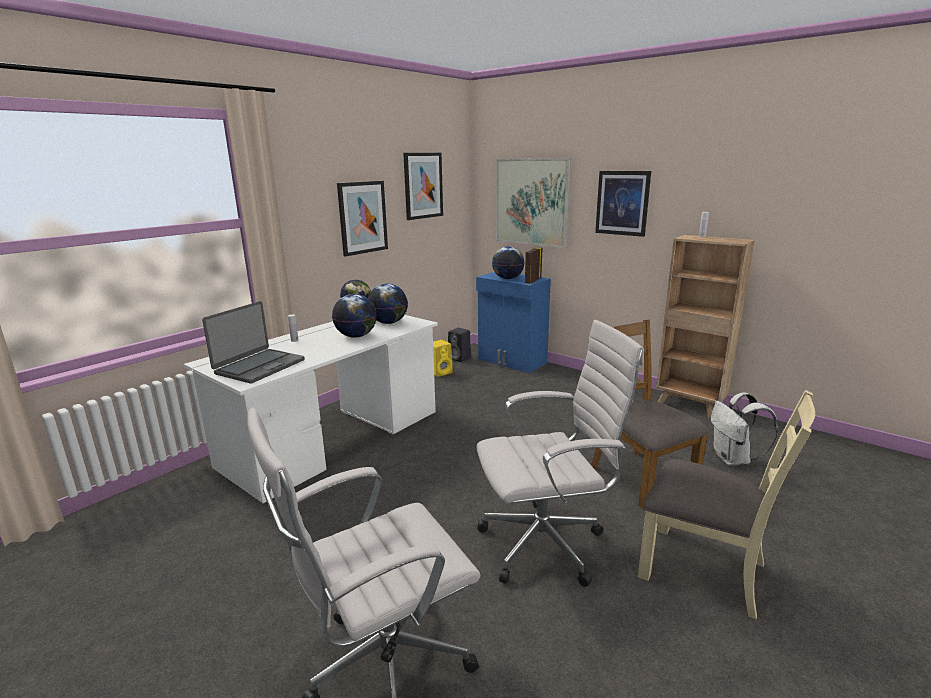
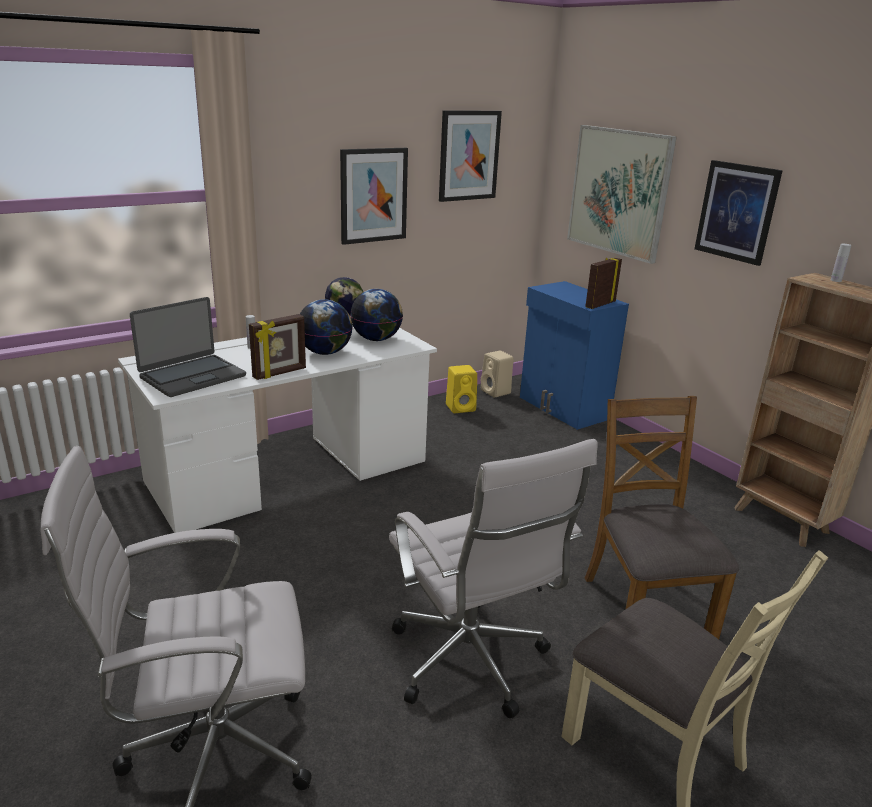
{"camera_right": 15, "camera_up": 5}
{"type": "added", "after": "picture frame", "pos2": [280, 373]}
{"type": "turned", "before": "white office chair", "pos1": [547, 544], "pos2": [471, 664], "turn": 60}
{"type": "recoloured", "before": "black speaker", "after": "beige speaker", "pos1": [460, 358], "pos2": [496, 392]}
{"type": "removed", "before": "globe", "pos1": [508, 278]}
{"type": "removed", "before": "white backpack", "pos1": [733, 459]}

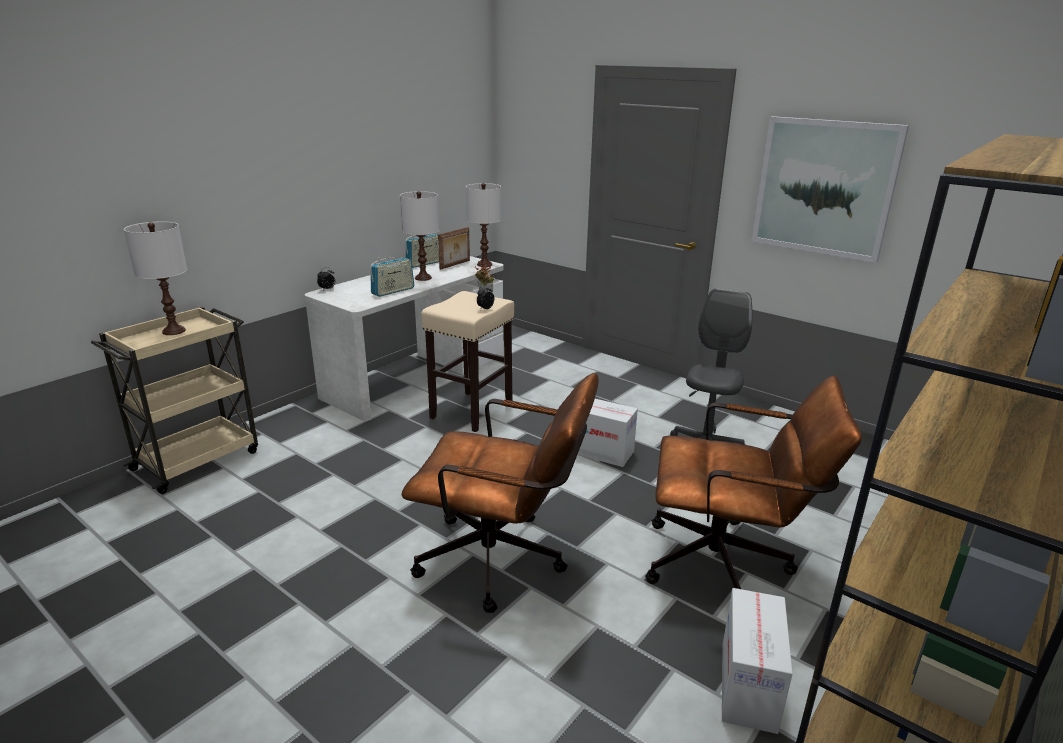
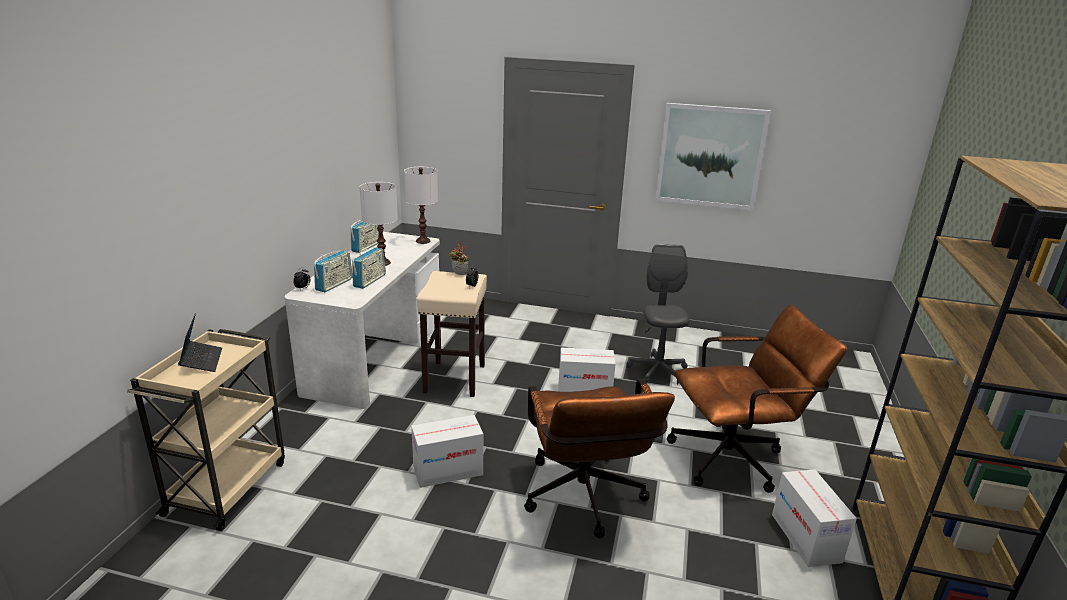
{"camera_right": -25, "camera_up": 0}
{"type": "replaced", "before": "white table lamp", "after": "laptop", "pos1": [174, 331], "pos2": [202, 361]}
{"type": "added", "after": "radio", "pos2": [334, 284]}
{"type": "added", "after": "cardboard box", "pos2": [448, 470]}
{"type": "turned", "before": "brown office chair", "pos1": [503, 562], "pos2": [585, 501], "turn": 90}
{"type": "removed", "before": "picture frame", "pos1": [455, 265]}

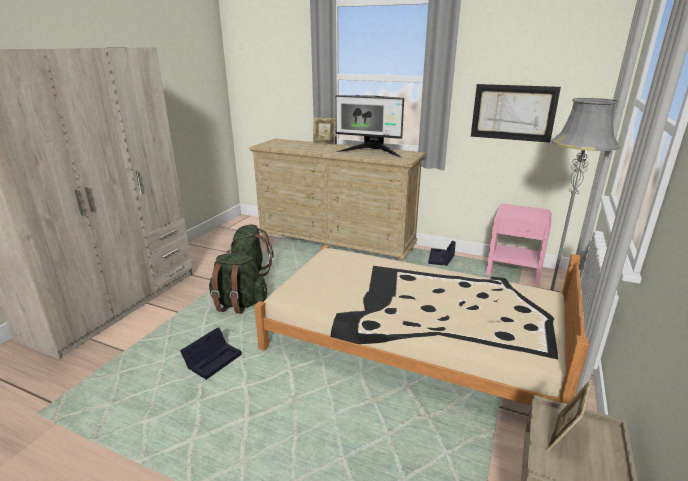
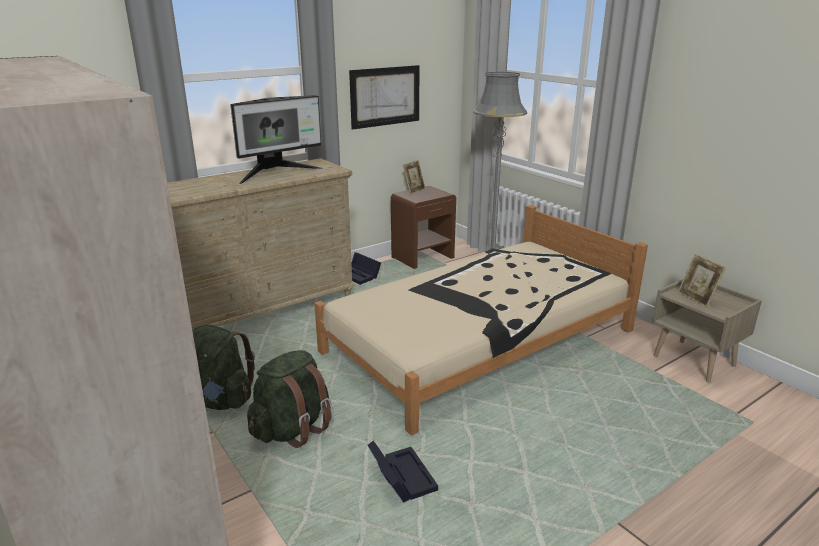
{"camera_right": -60, "camera_up": 0}
{"type": "recoloured", "before": "pink nightstand", "after": "brown nightstand", "pos1": [513, 272], "pos2": [423, 257]}
{"type": "moved", "before": "picture frame", "pos1": [324, 144], "pos2": [414, 191]}

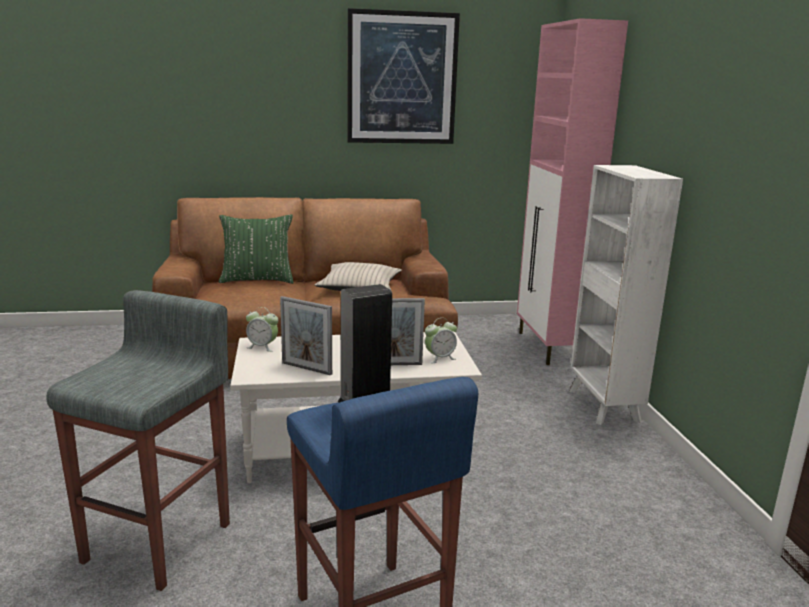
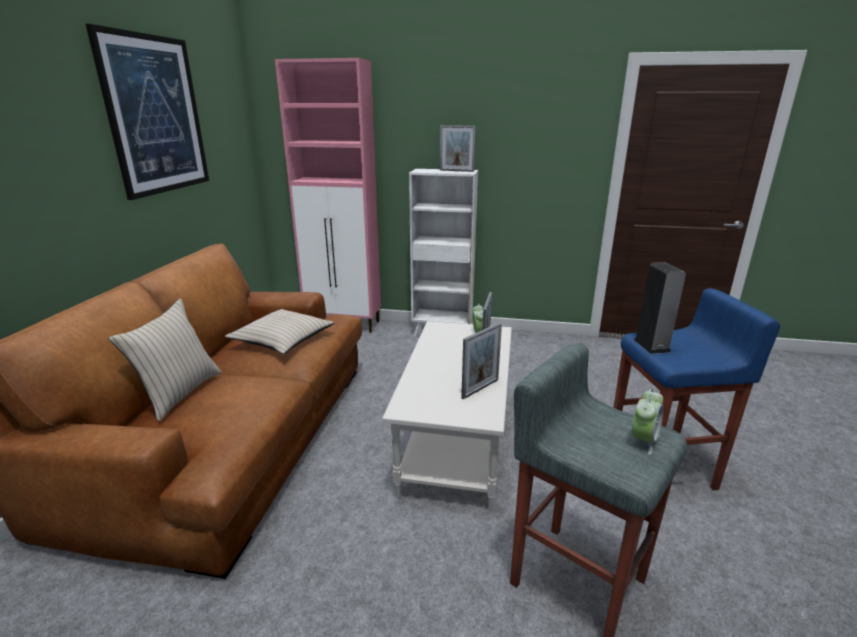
{"camera_right": -70, "camera_up": 5}
{"type": "recoloured", "before": "green pillow", "after": "beige pillow", "pos1": [257, 280], "pos2": [179, 393]}
{"type": "added", "after": "picture frame", "pos2": [456, 171]}
{"type": "moved", "before": "alarm clock", "pos1": [262, 347], "pos2": [643, 440]}

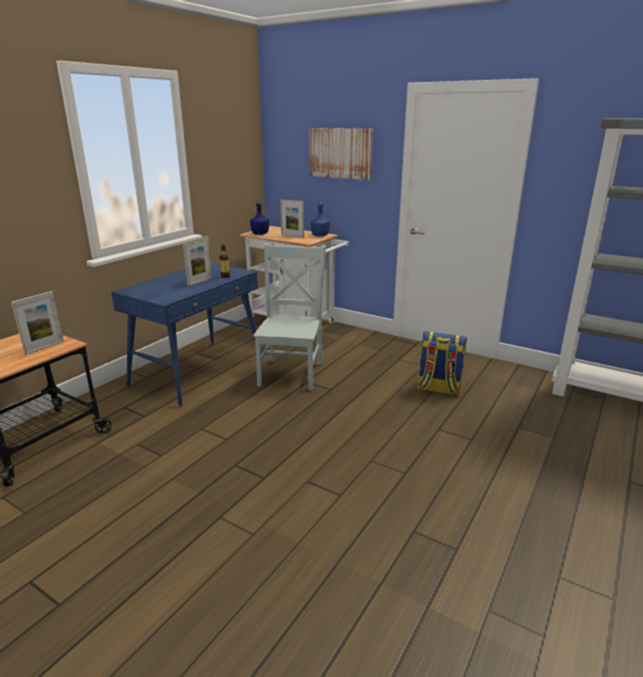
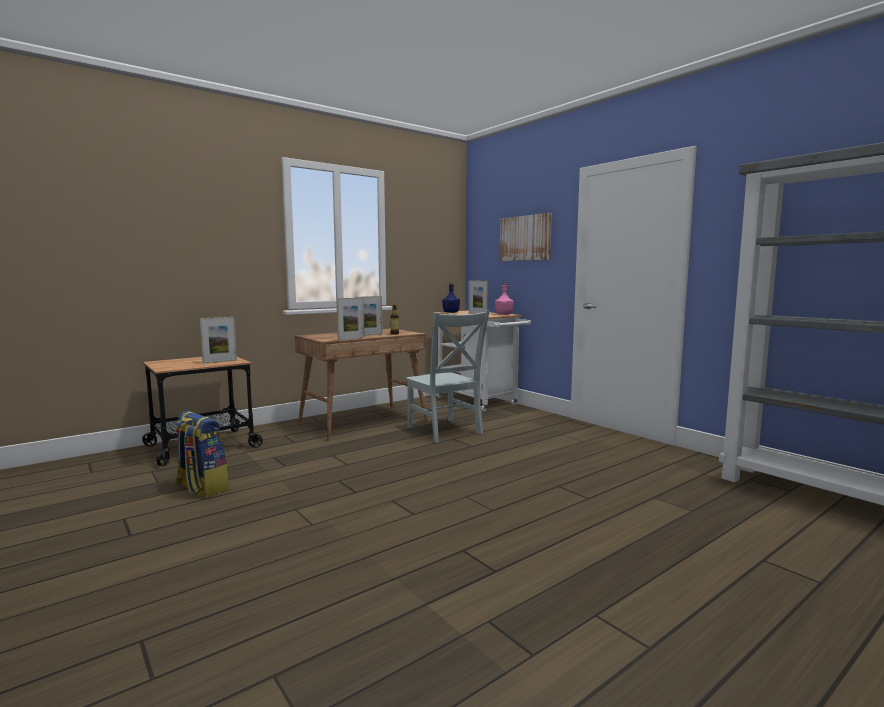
{"camera_right": 20, "camera_up": -15}
{"type": "moved", "before": "backpack", "pos1": [438, 389], "pos2": [201, 488]}
{"type": "recoloured", "before": "blue desk", "after": "brown desk", "pos1": [198, 371], "pos2": [364, 421]}
{"type": "added", "after": "picture frame", "pos2": [351, 339]}
{"type": "turned", "before": "grey chair", "pos1": [292, 372], "pos2": [445, 431], "turn": 120}
{"type": "recoloured", "before": "blue bottle", "after": "pink bottle", "pos1": [320, 235], "pos2": [503, 314]}

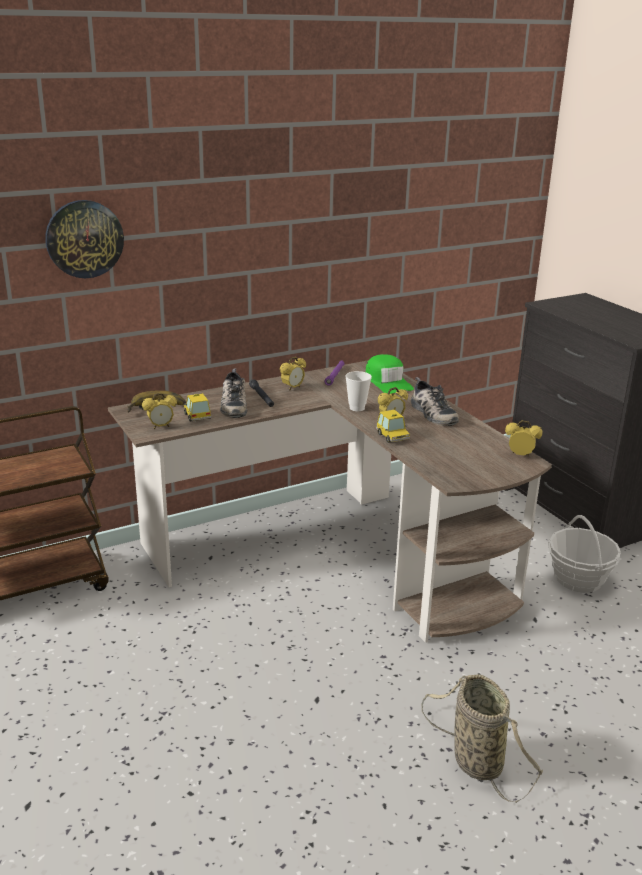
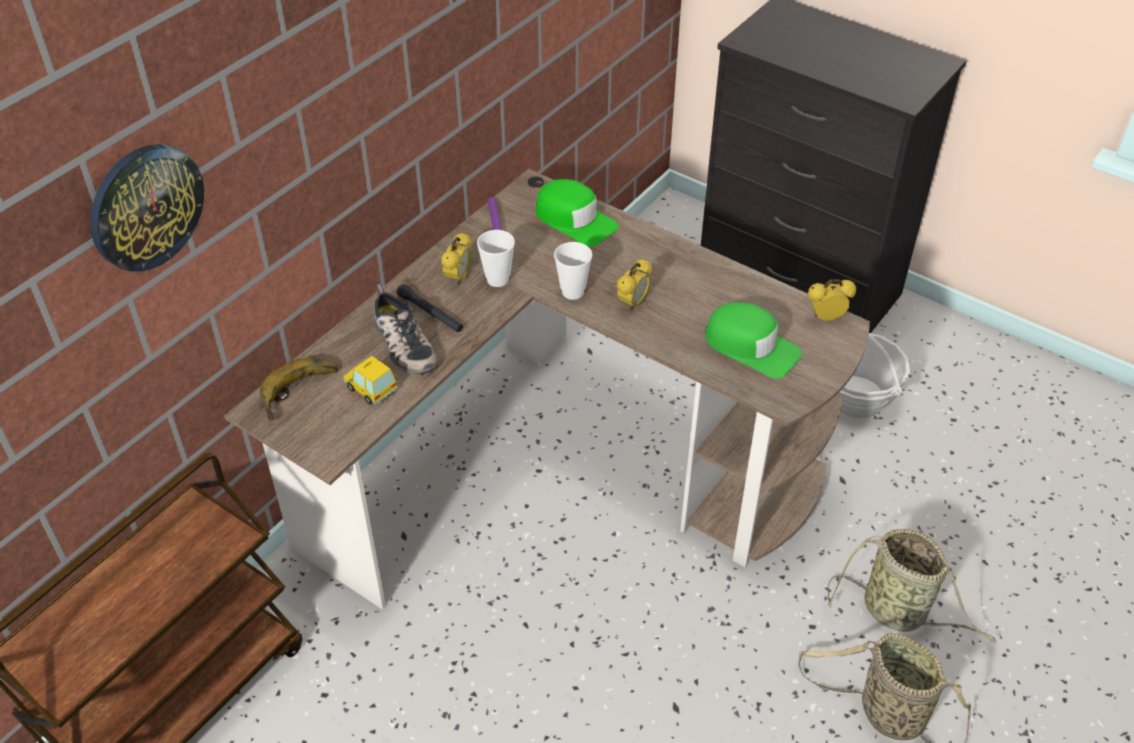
{"camera_right": -25, "camera_up": 20}
{"type": "added", "after": "cup", "pos2": [497, 279]}
{"type": "added", "after": "green cap", "pos2": [751, 347]}
{"type": "added", "after": "basket", "pos2": [898, 612]}
{"type": "removed", "before": "alarm clock", "pos1": [161, 427]}
{"type": "removed", "before": "toy car", "pos1": [392, 436]}
{"type": "removed", "before": "shoe", "pos1": [431, 413]}

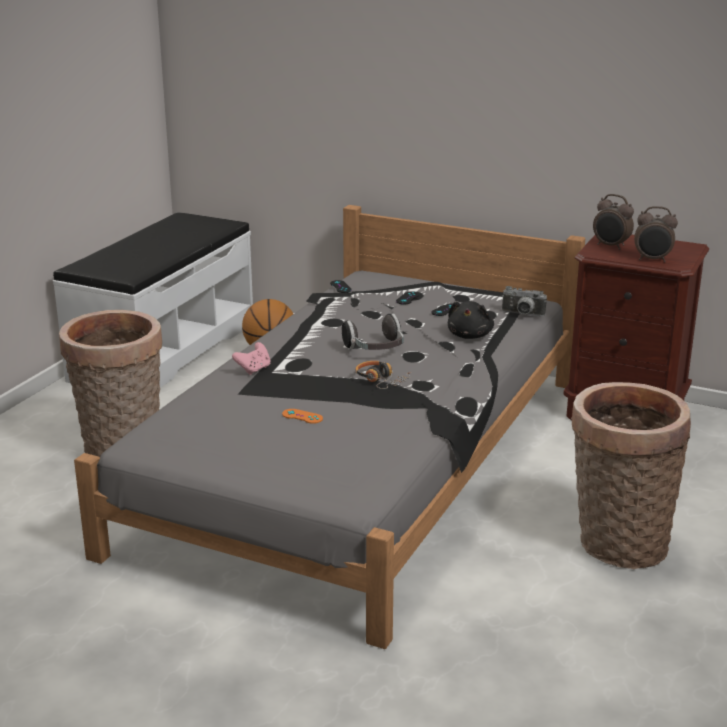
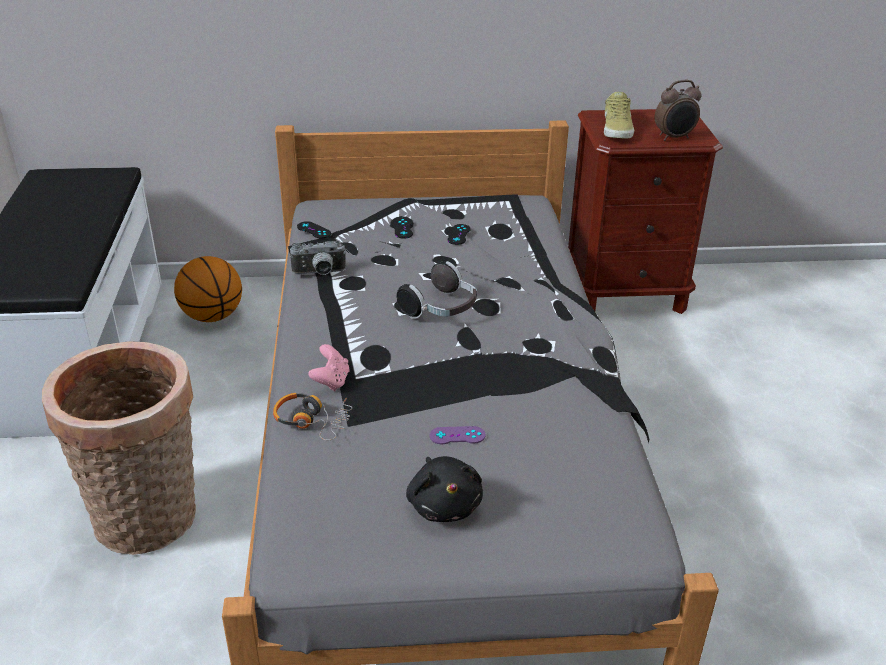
{"camera_right": -30, "camera_up": 10}
{"type": "moved", "before": "headphones", "pos1": [381, 380], "pos2": [312, 421]}
{"type": "moved", "before": "photo camera", "pos1": [522, 314], "pos2": [319, 273]}
{"type": "moved", "before": "black plush toy", "pos1": [470, 335], "pos2": [444, 504]}
{"type": "recoloured", "before": "orange game controller", "after": "purple game controller", "pos1": [302, 416], "pos2": [457, 435]}
{"type": "replaced", "before": "alarm clock", "after": "beige shoe", "pos1": [611, 246], "pos2": [618, 129]}
{"type": "removed", "before": "basket", "pos1": [617, 543]}

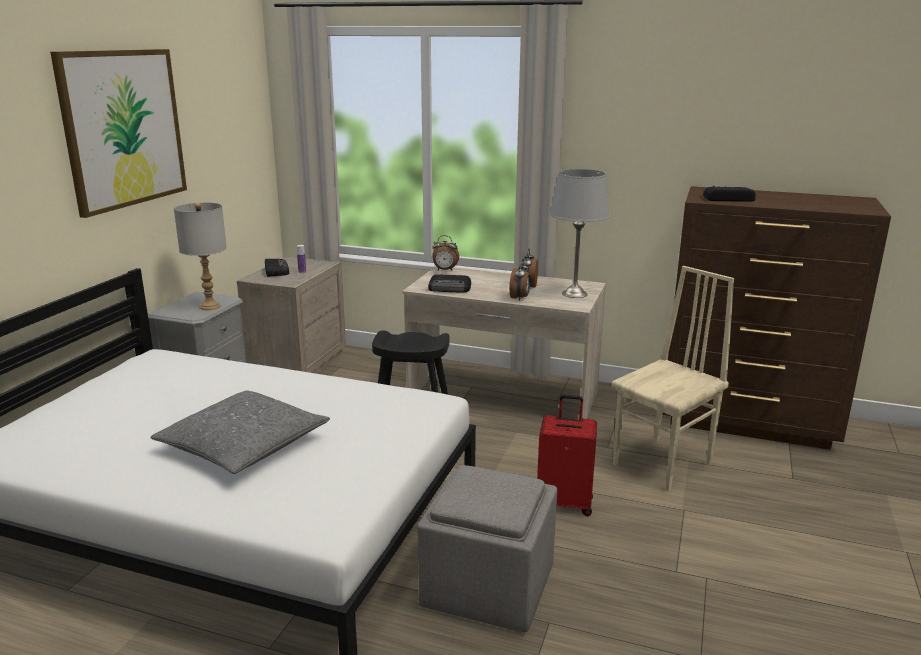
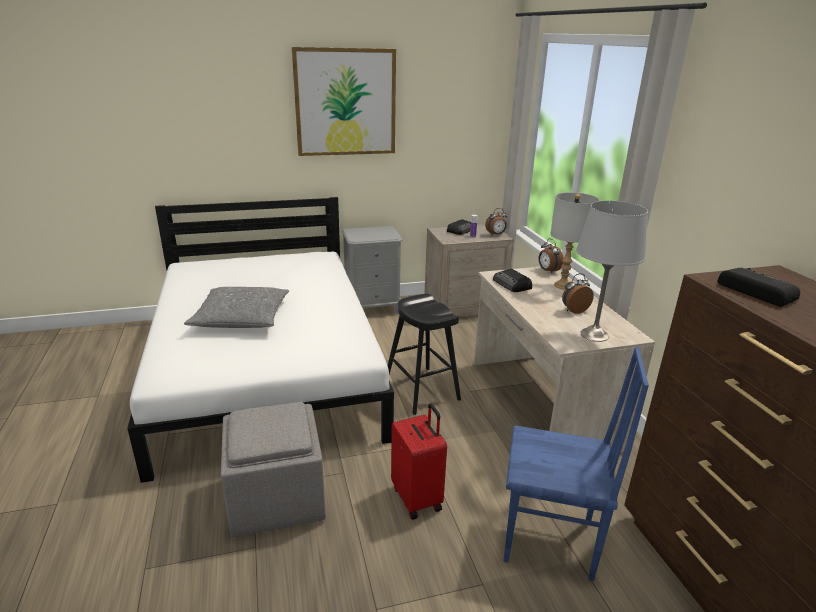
{"camera_right": 55, "camera_up": 5}
{"type": "moved", "before": "alarm clock", "pos1": [520, 298], "pos2": [496, 234]}
{"type": "recoloured", "before": "beige chair", "after": "blue chair", "pos1": [664, 464], "pos2": [549, 542]}
{"type": "moved", "before": "grey table lamp", "pos1": [210, 306], "pos2": [563, 286]}

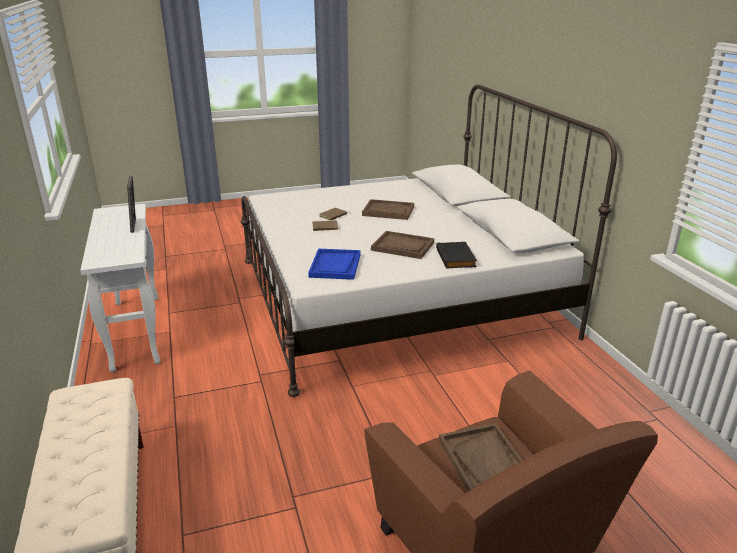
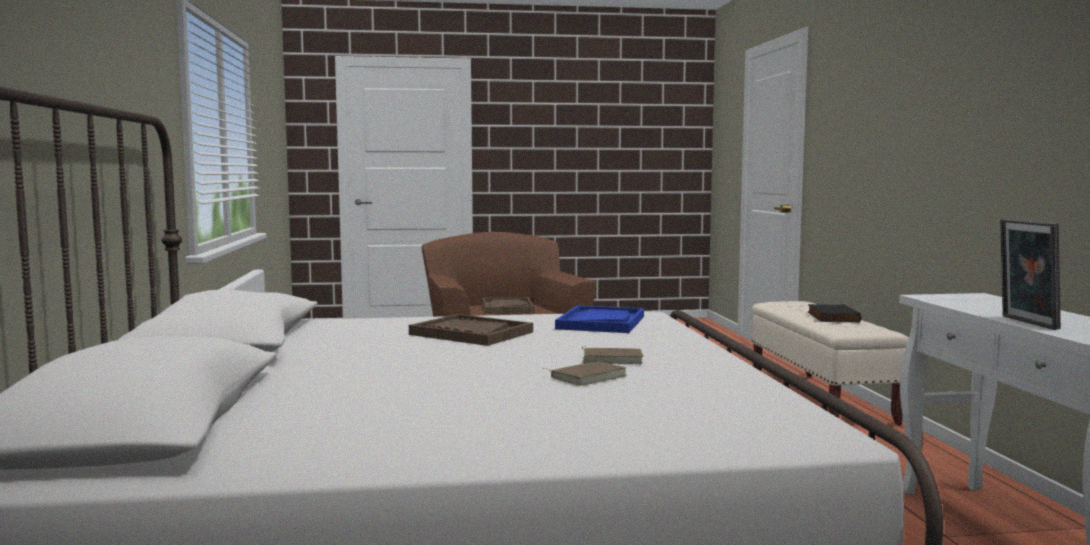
{"camera_right": -170, "camera_up": -20}
{"type": "moved", "before": "black book", "pos1": [457, 258], "pos2": [831, 317]}
{"type": "removed", "before": "brown tray", "pos1": [388, 211]}

